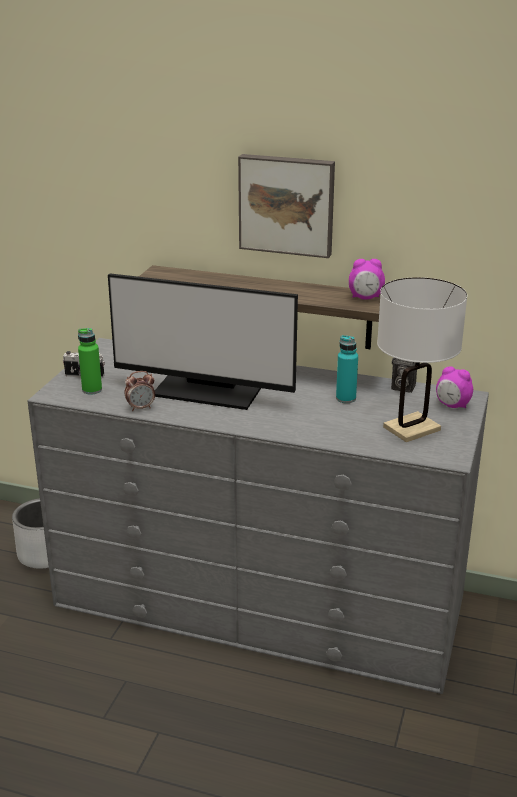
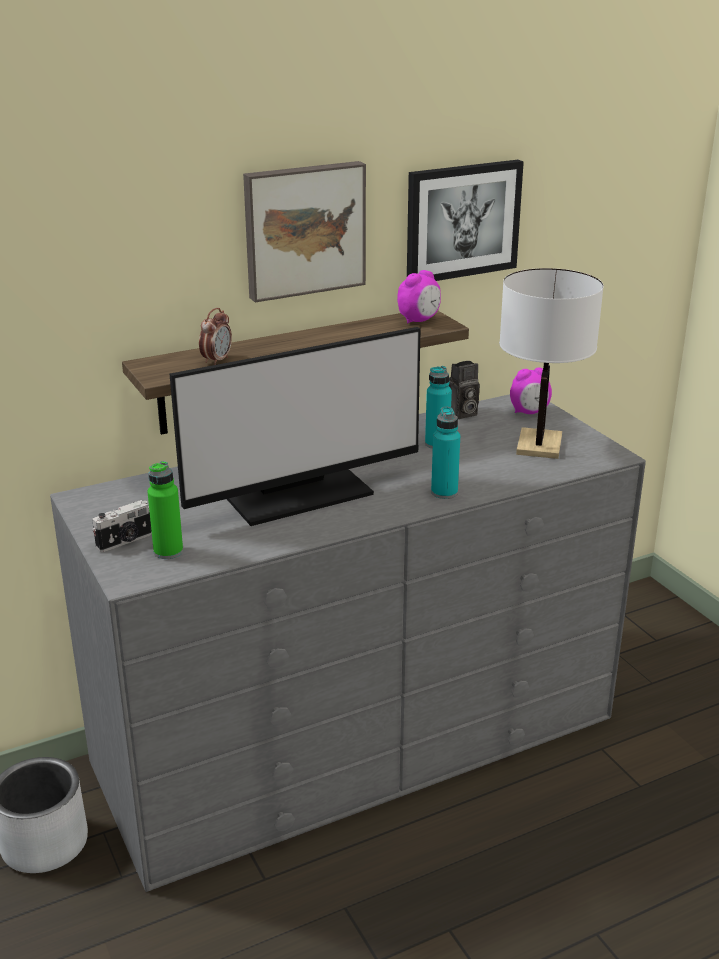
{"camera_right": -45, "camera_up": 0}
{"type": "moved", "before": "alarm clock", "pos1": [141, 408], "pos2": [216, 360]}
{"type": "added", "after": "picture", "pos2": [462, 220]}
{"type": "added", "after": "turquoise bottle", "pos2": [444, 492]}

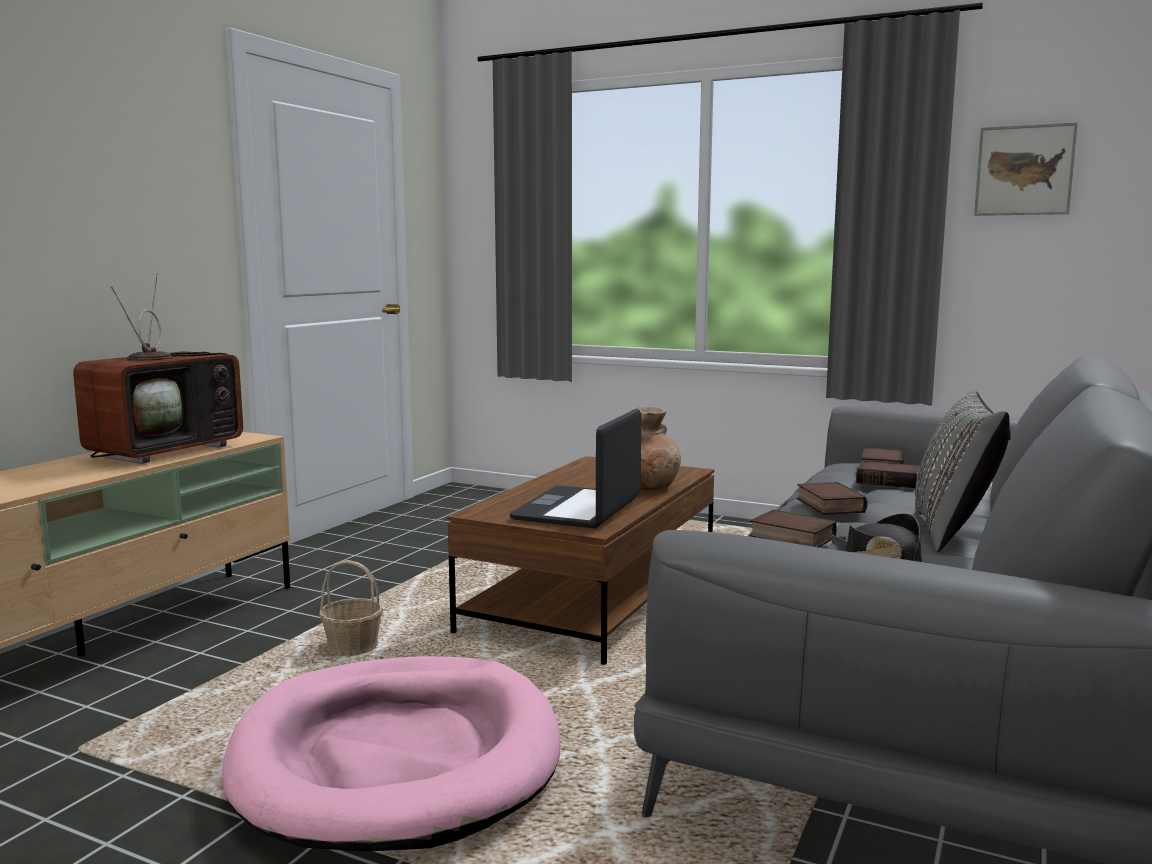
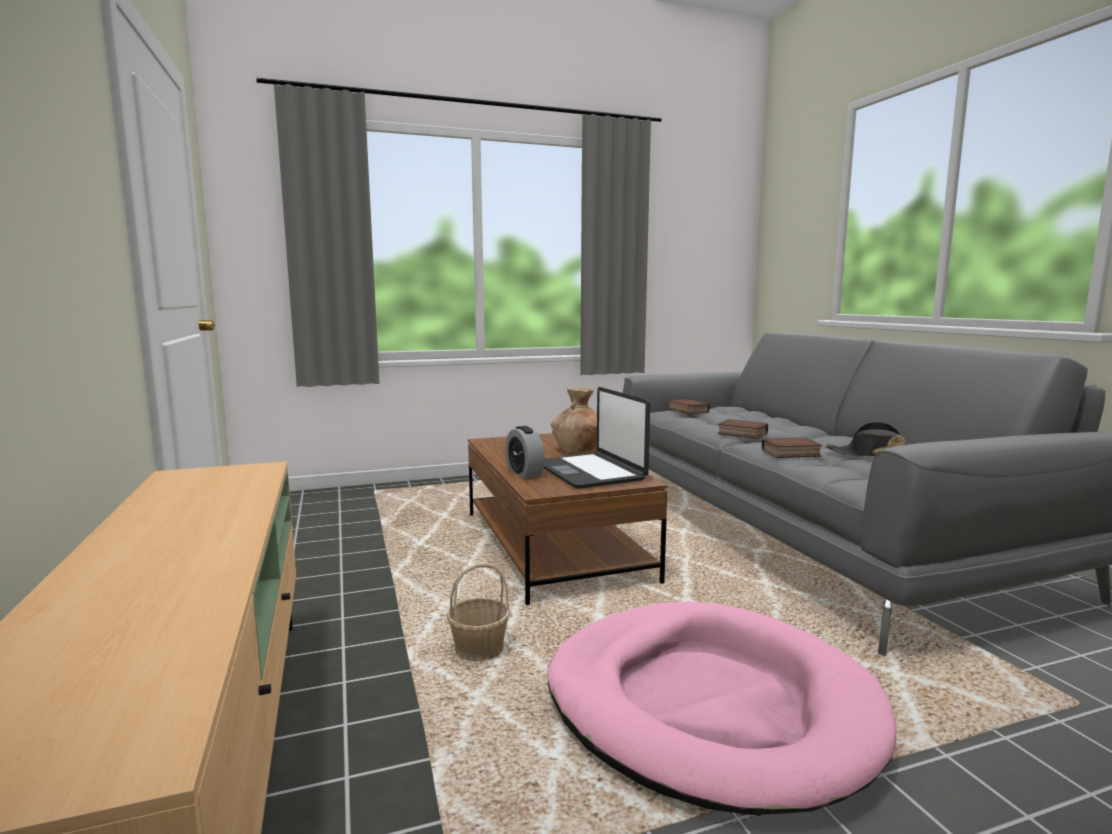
{"camera_right": -45, "camera_up": 0}
{"type": "added", "after": "alarm clock", "pos2": [524, 473]}
{"type": "removed", "before": "television", "pos1": [167, 450]}
{"type": "removed", "before": "book", "pos1": [888, 481]}
{"type": "removed", "before": "grey pillow", "pos1": [954, 532]}
{"type": "removed", "before": "picture", "pos1": [1024, 170]}

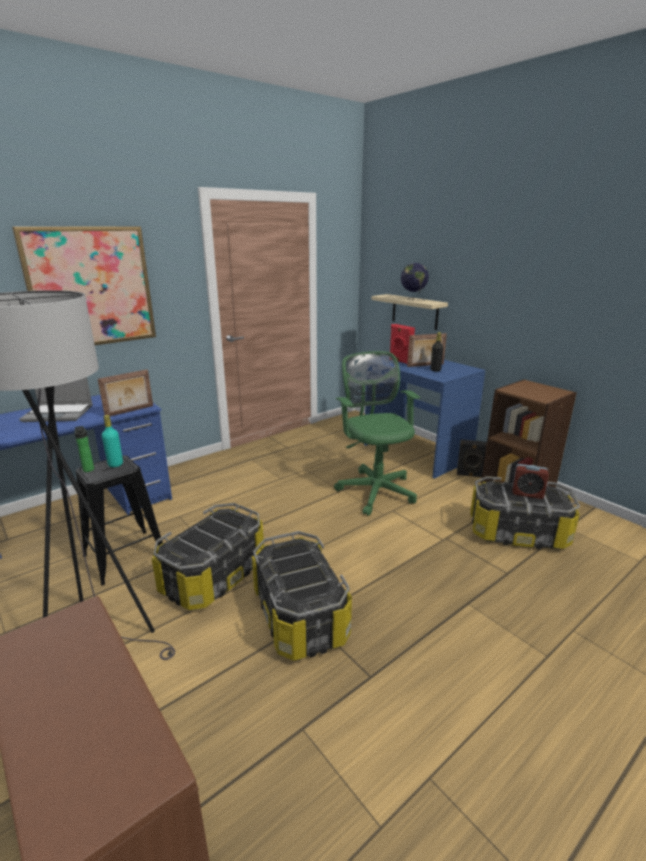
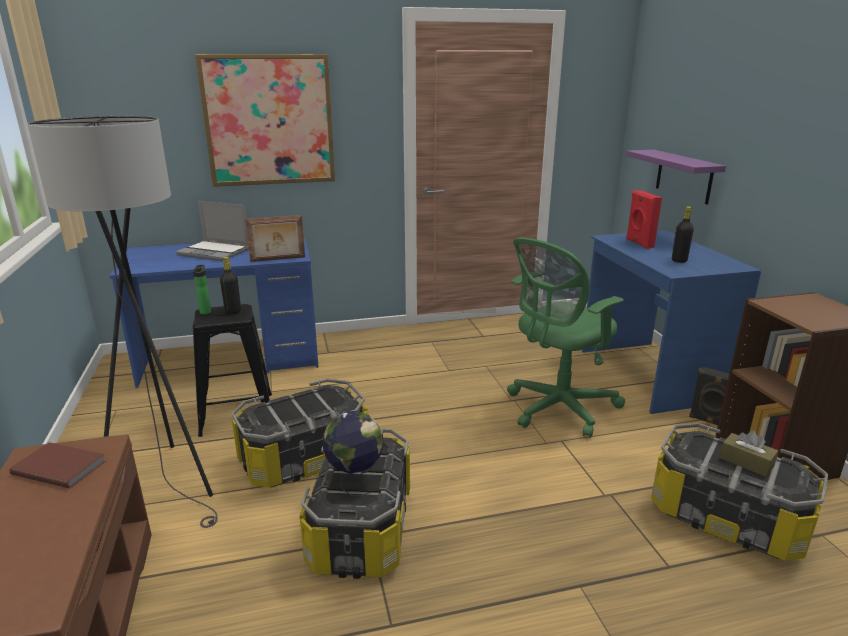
{"camera_right": 25, "camera_up": 0}
{"type": "added", "after": "brown book", "pos2": [60, 466]}
{"type": "recoloured", "before": "turquoise bottle", "after": "black bottle", "pos1": [115, 464], "pos2": [233, 311]}
{"type": "moved", "before": "globe", "pos1": [412, 299], "pos2": [355, 480]}
{"type": "turned", "before": "green office chair", "pos1": [375, 489], "pos2": [557, 409], "turn": -135}
{"type": "recoloured", "before": "beige shelf", "after": "purple shelf", "pos1": [415, 311], "pos2": [684, 176]}
{"type": "replaced", "before": "alarm clock", "after": "brown tissue box", "pos1": [527, 493], "pos2": [746, 462]}
{"type": "removed", "before": "picture frame", "pos1": [425, 365]}

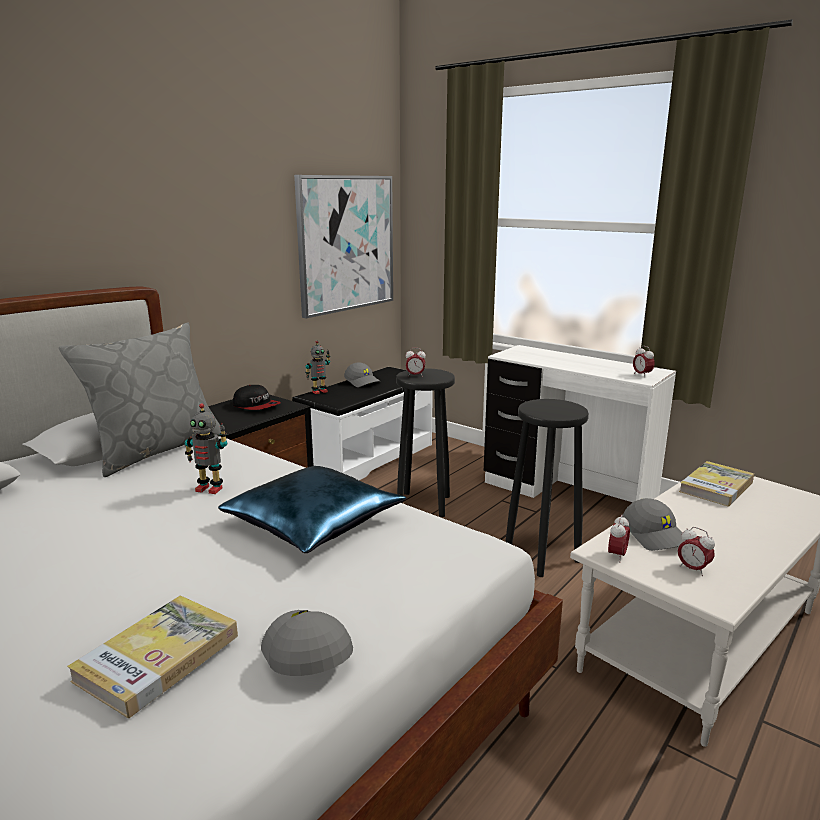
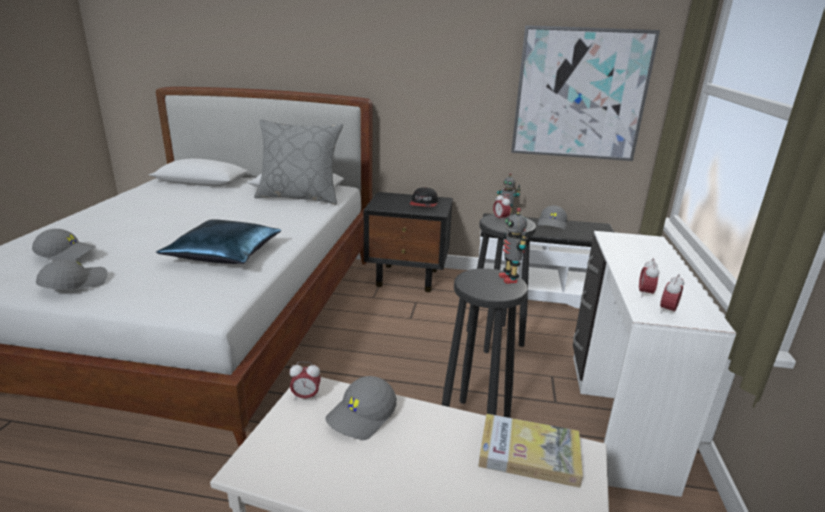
{"camera_right": 60, "camera_up": 5}
{"type": "replaced", "before": "book", "after": "grey cap", "pos1": [158, 657], "pos2": [67, 253]}
{"type": "moved", "before": "toy robot", "pos1": [210, 488], "pos2": [509, 279]}
{"type": "moved", "before": "alarm clock", "pos1": [693, 569], "pos2": [645, 294]}

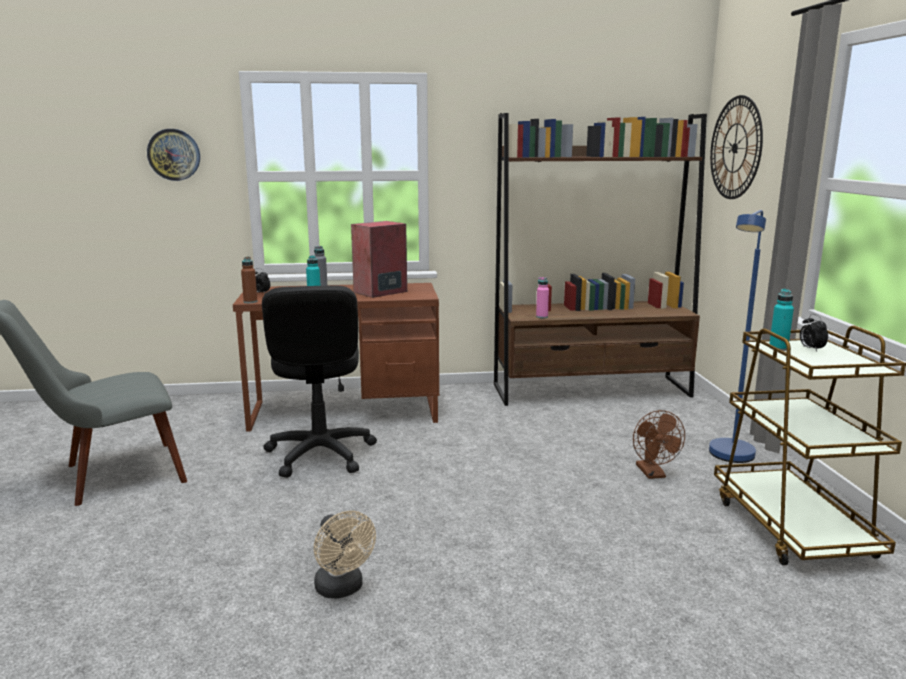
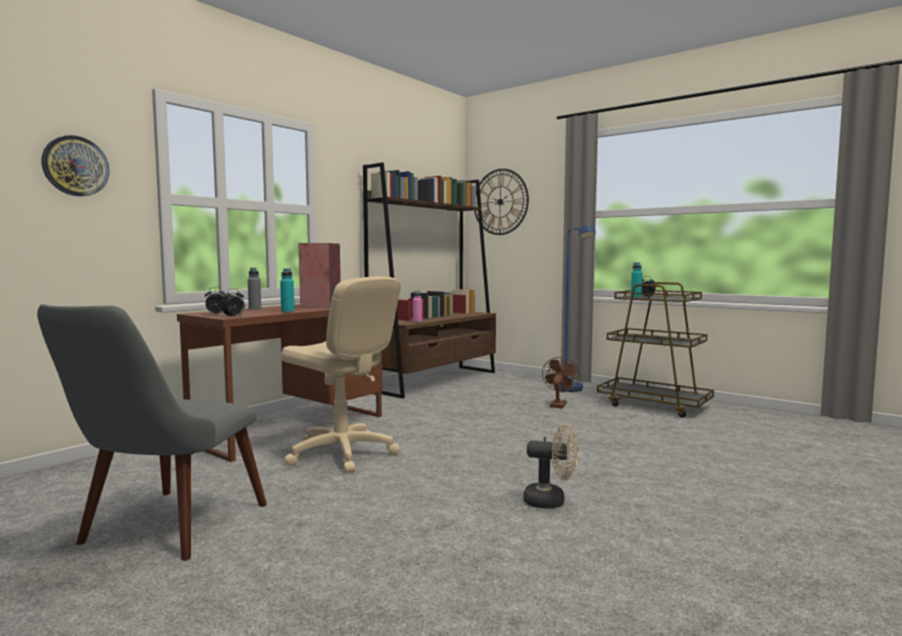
{"camera_right": -45, "camera_up": -10}
{"type": "replaced", "before": "brown bottle", "after": "alarm clock", "pos1": [250, 302], "pos2": [234, 317]}
{"type": "recoloured", "before": "black office chair", "after": "beige office chair", "pos1": [320, 454], "pos2": [341, 454]}
{"type": "turned", "before": "brown fan", "pos1": [653, 474], "pos2": [558, 404], "turn": -105}

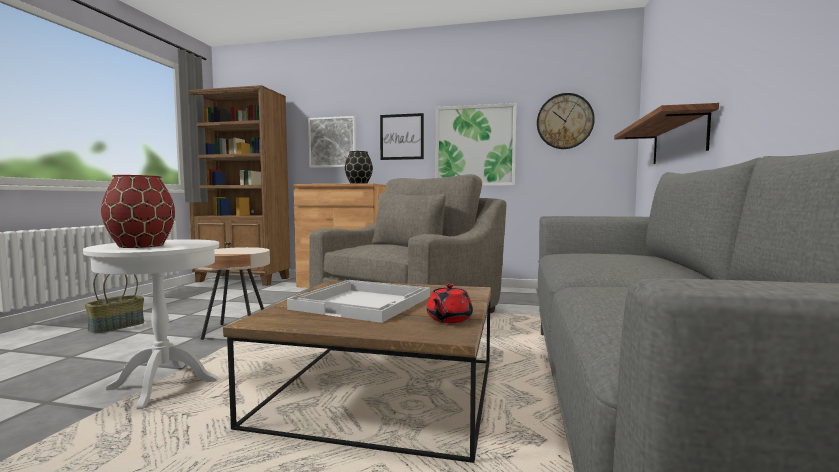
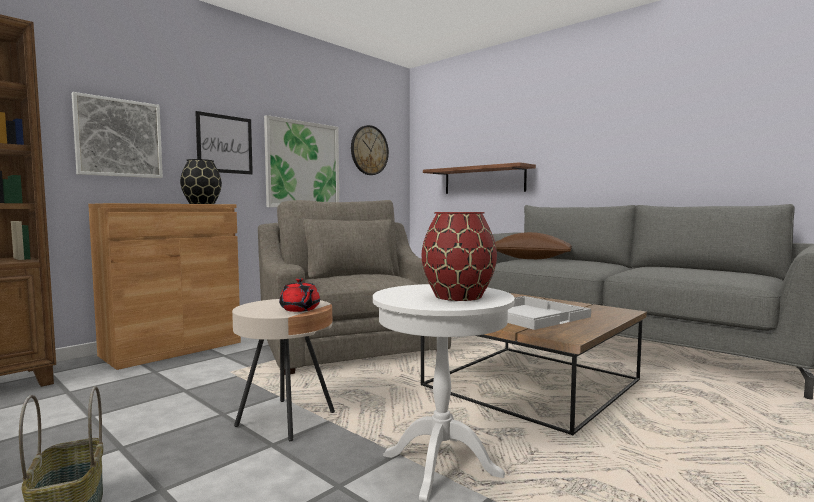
{"camera_right": -60, "camera_up": 0}
{"type": "moved", "before": "red teapot", "pos1": [448, 319], "pos2": [300, 309]}
{"type": "added", "after": "brown pillow", "pos2": [530, 258]}

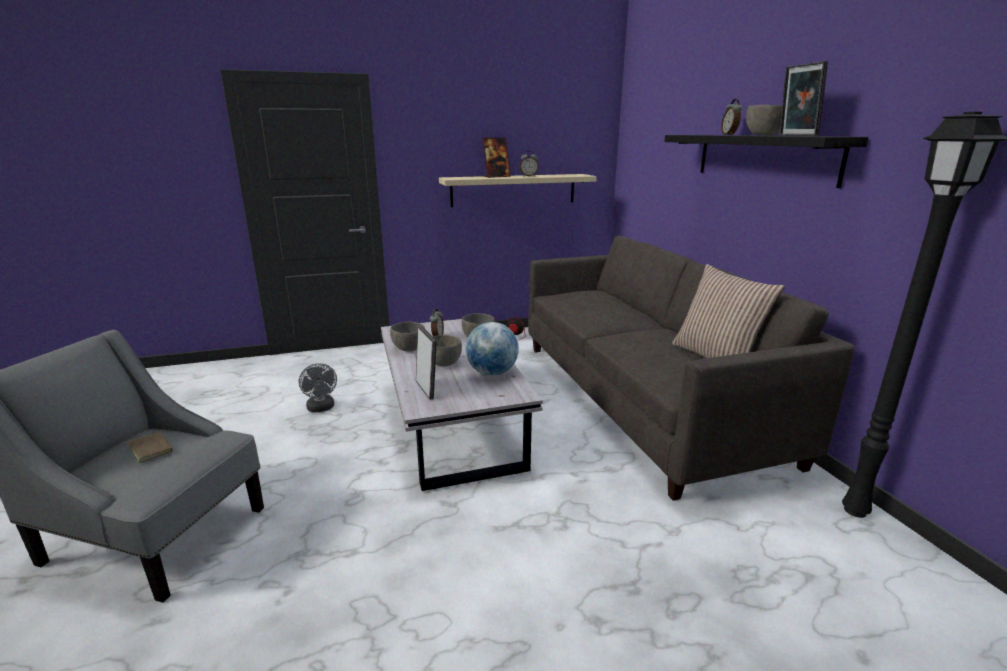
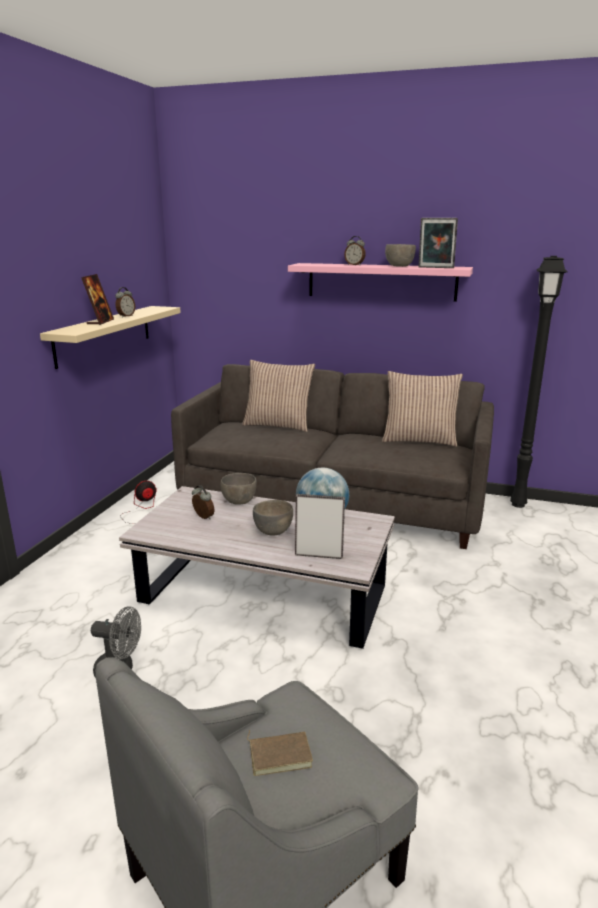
{"camera_right": -55, "camera_up": 0}
{"type": "added", "after": "pillow", "pos2": [278, 425]}
{"type": "recoloured", "before": "black shelf", "after": "pink shelf", "pos1": [763, 157], "pos2": [381, 281]}
{"type": "removed", "before": "grey bowl", "pos1": [408, 348]}

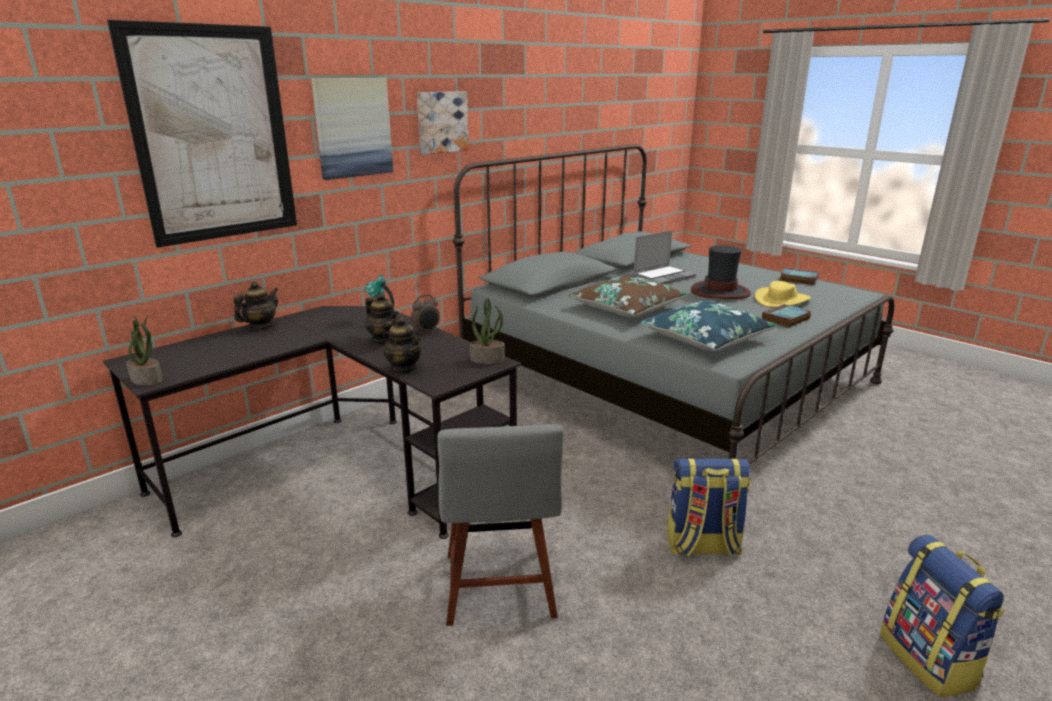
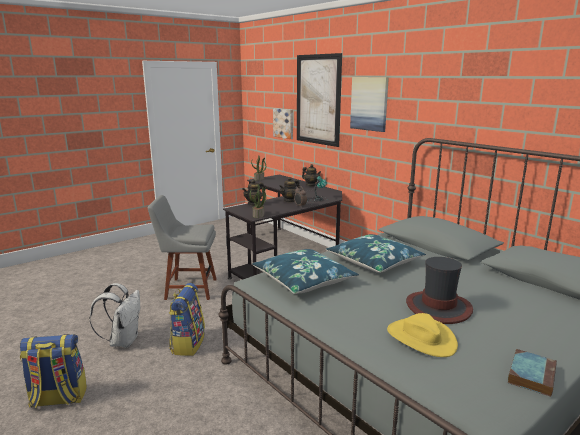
{"camera_right": 95, "camera_up": -5}
{"type": "added", "after": "white backpack", "pos2": [123, 341]}
{"type": "moved", "before": "picture", "pos1": [441, 122], "pos2": [284, 123]}
{"type": "recoloured", "before": "brown pillow", "after": "blue pillow", "pos1": [627, 308], "pos2": [374, 262]}
{"type": "removed", "before": "laptop", "pos1": [664, 276]}
{"type": "removed", "before": "book", "pos1": [785, 319]}

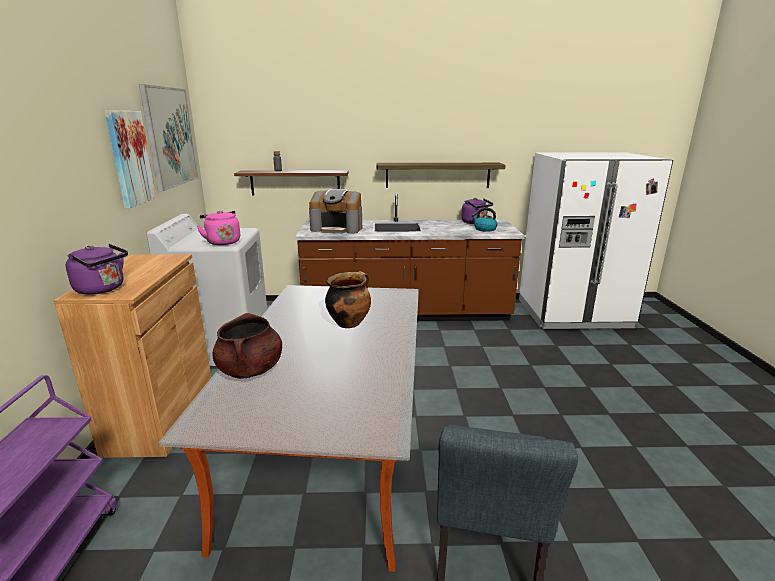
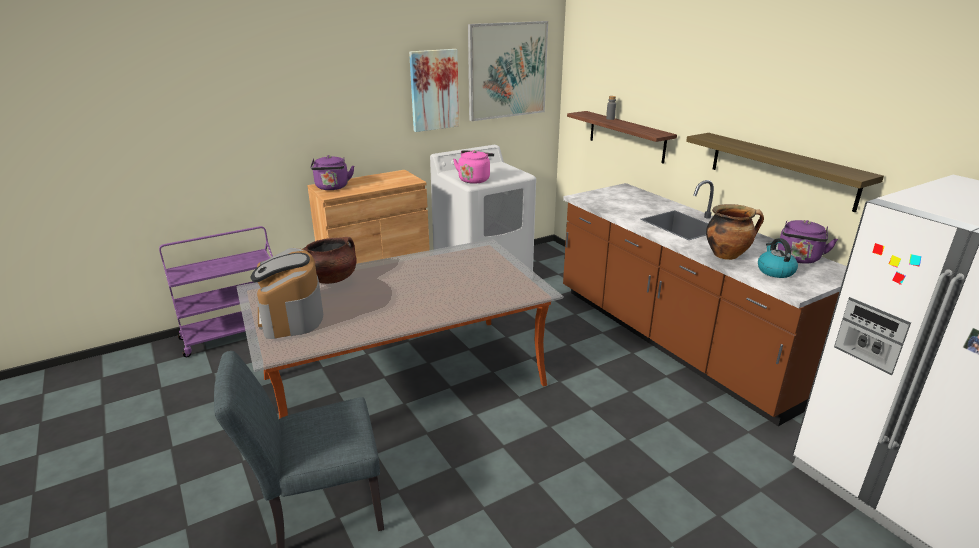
{"camera_right": 60, "camera_up": 5}
{"type": "moved", "before": "coffee machine", "pos1": [337, 228], "pos2": [291, 316]}
{"type": "moved", "before": "cooking pot", "pos1": [349, 323], "pos2": [727, 255]}

